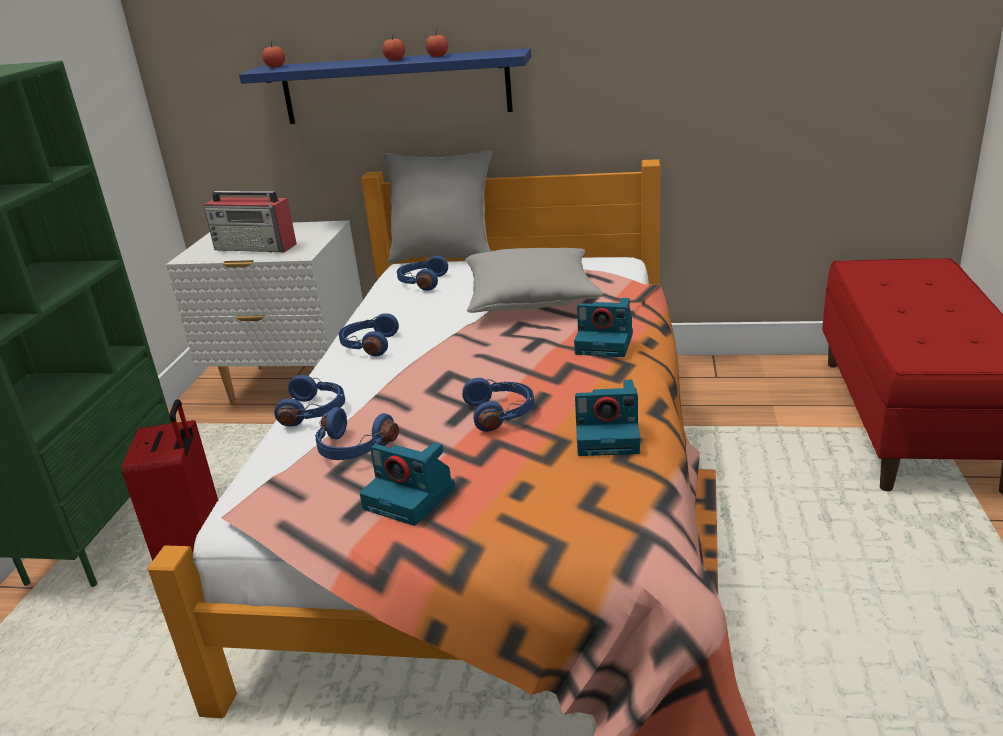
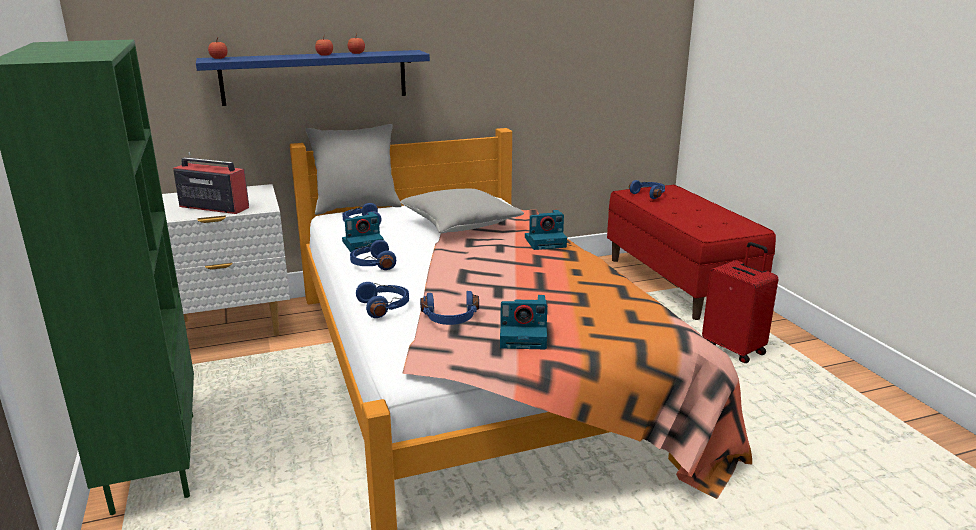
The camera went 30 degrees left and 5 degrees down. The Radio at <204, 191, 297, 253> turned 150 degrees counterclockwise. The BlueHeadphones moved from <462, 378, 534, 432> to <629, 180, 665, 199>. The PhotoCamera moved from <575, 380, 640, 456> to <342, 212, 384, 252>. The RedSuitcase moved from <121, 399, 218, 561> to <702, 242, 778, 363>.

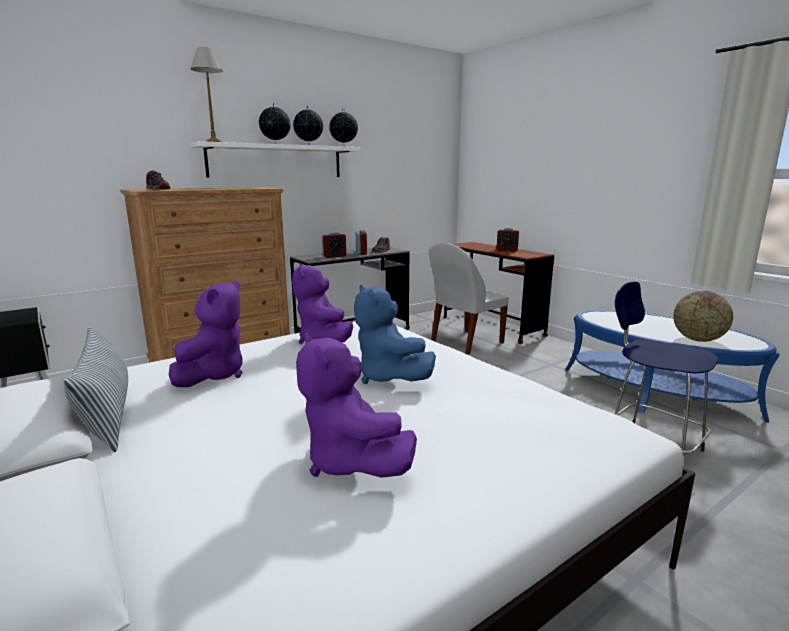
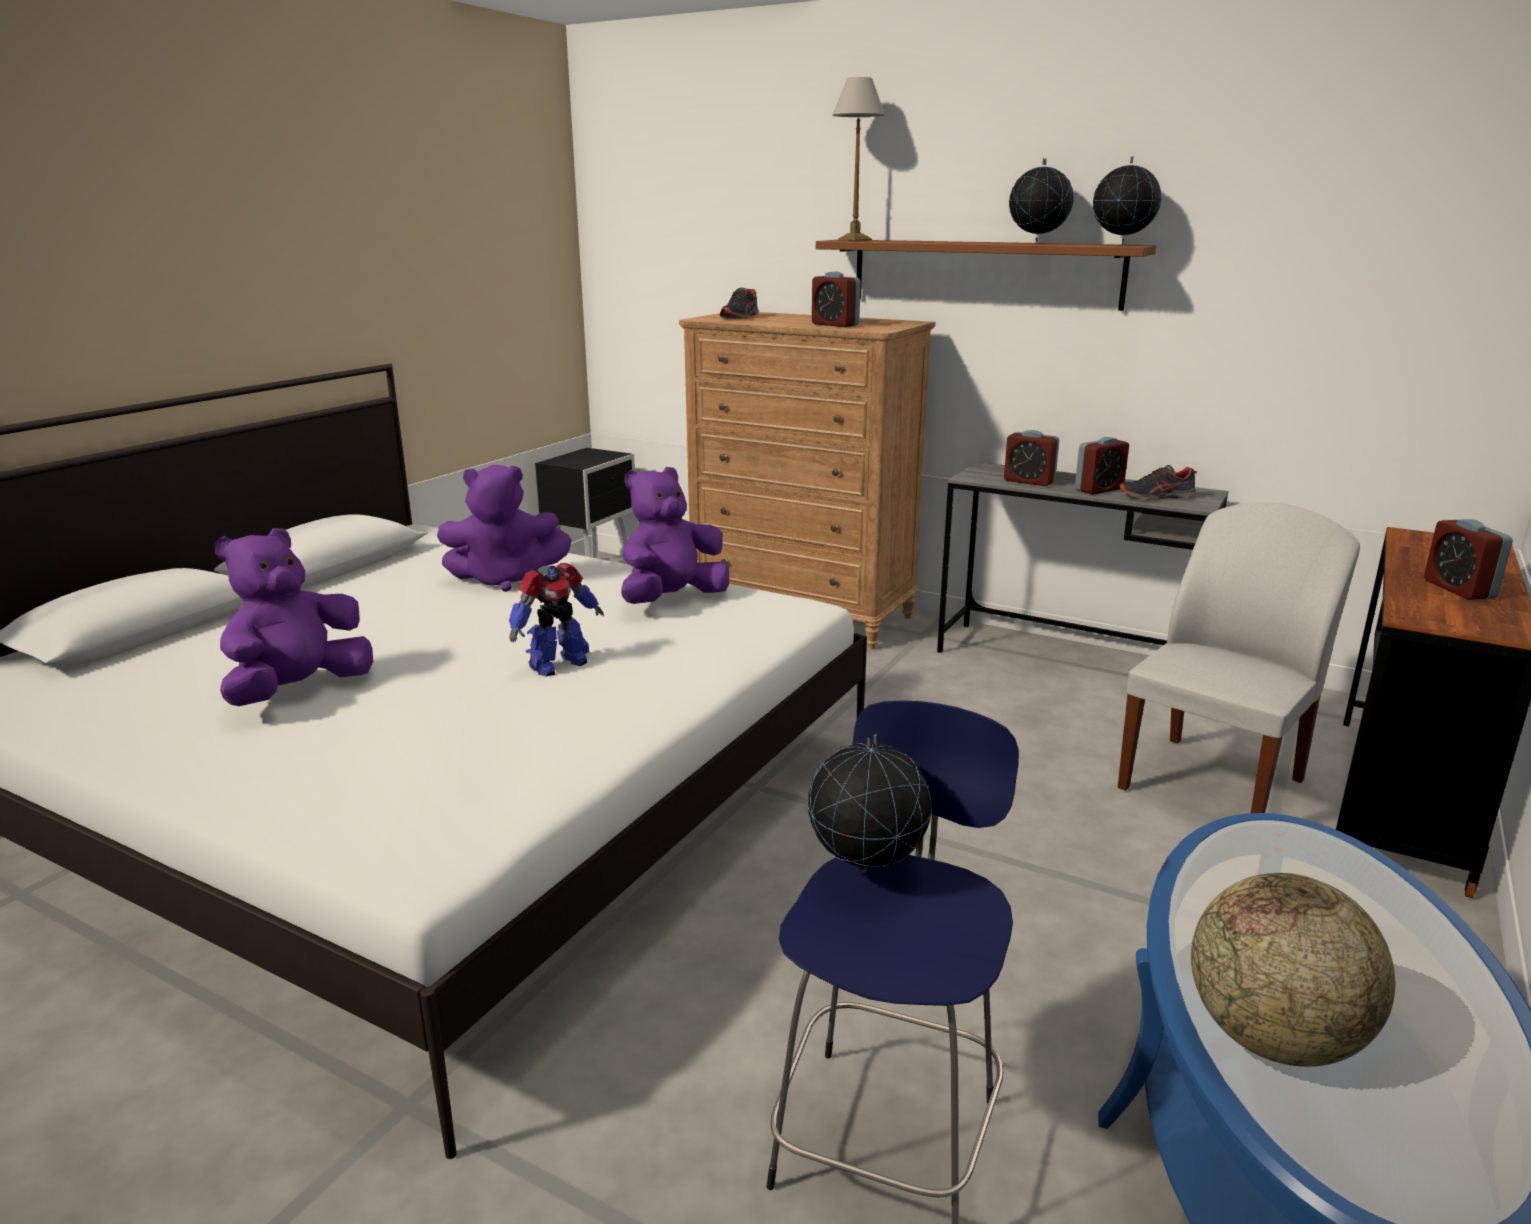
The camera went 65 degrees right and 5 degrees up. The Globe moved from <259, 103, 290, 144> to <808, 734, 932, 873>. The WhiteShelf at <190, 141, 361, 178> became the BrownShelf at <816, 240, 1156, 311>. The WhiteChair at <428, 243, 509, 355> turned 105 degrees clockwise. The BluePlushToy at <354, 285, 436, 384> was replaced by the ToyRobot at <509, 563, 604, 677>. The Pillow at <63, 325, 128, 452> disappeared. The AlarmClock at <812, 271, 861, 327> appeared.

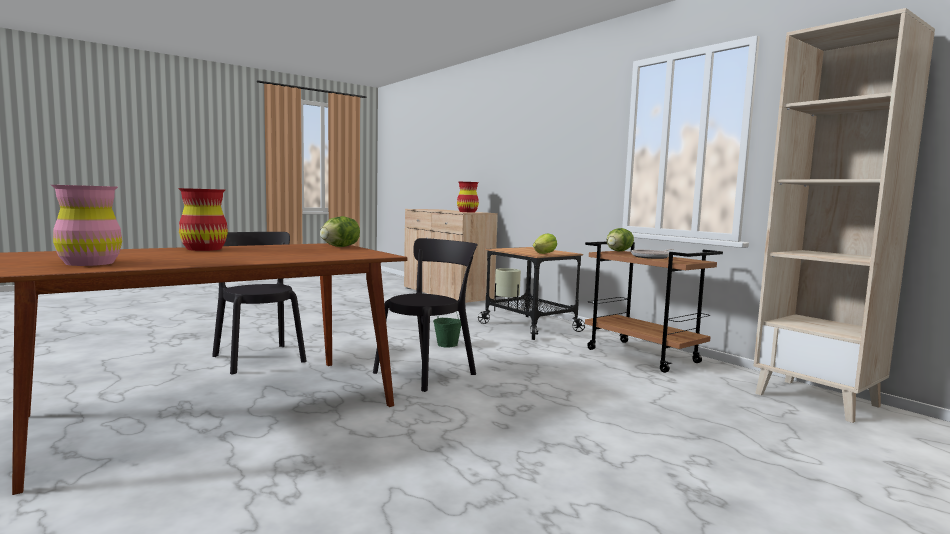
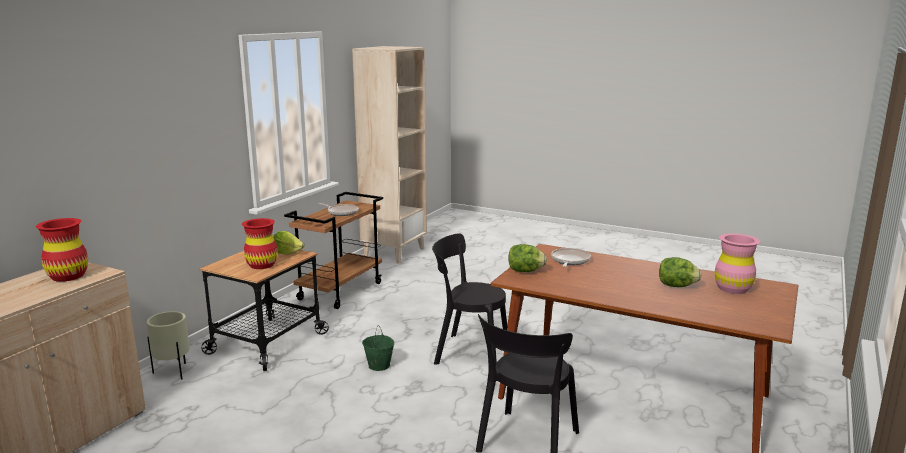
The camera went 115 degrees left and 10 degrees up. The RedVase moved from <178, 188, 228, 251> to <242, 218, 278, 269>. The Lettuce moved from <607, 228, 634, 252> to <659, 257, 702, 287>. The FryingPan at <551, 248, 591, 267> appeared.

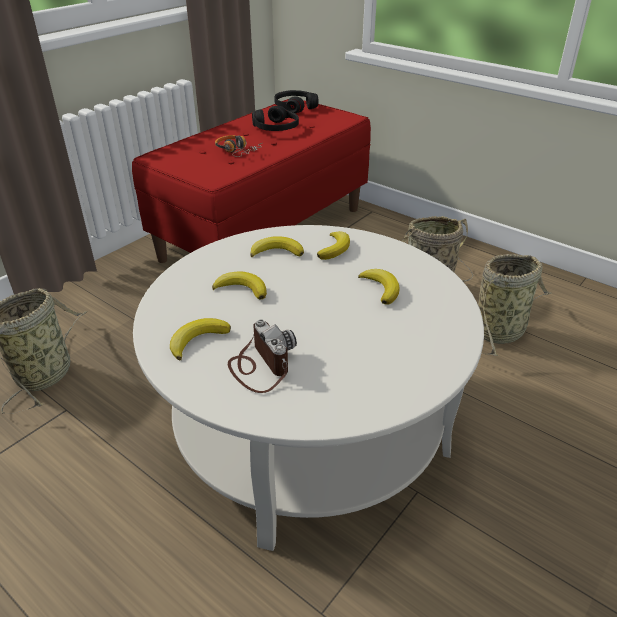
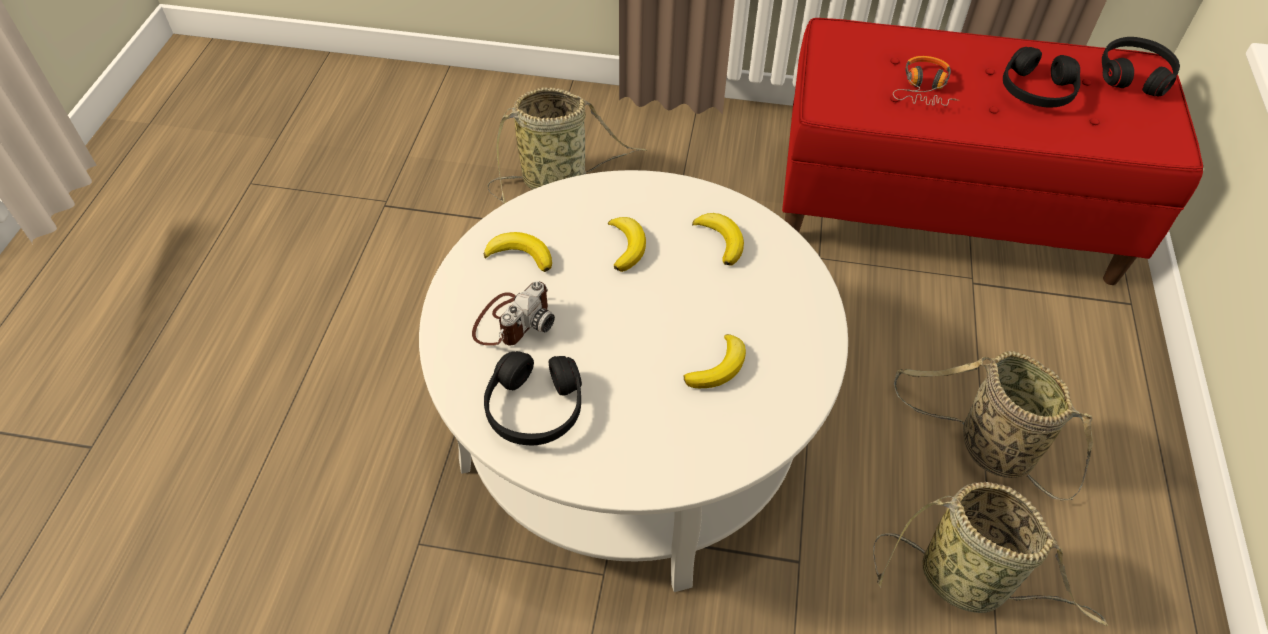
The camera went 60 degrees right and 15 degrees up. The Banana at <317, 231, 350, 260> disappeared. The BlackHeadphones at <484, 351, 582, 445> appeared.

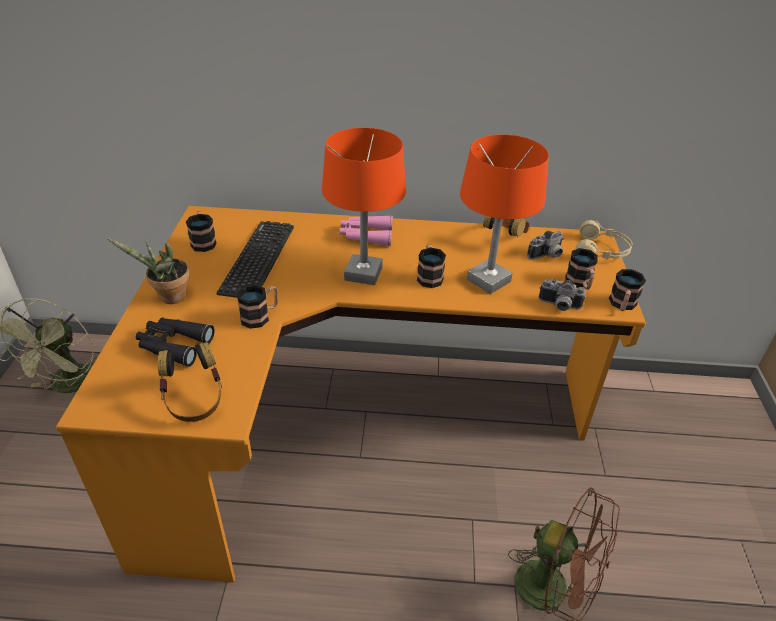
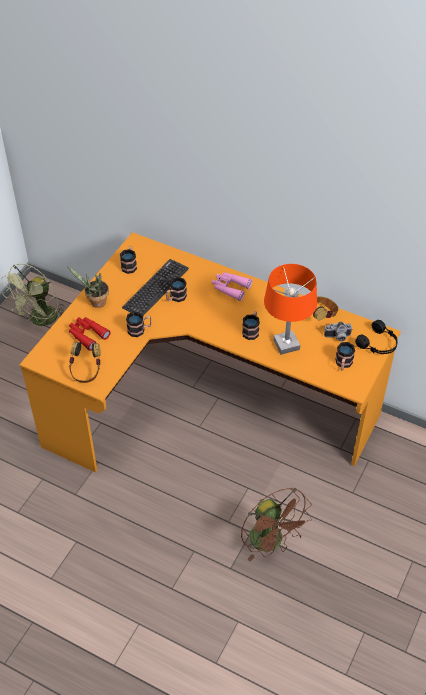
The camera went 25 degrees right and 10 degrees up. The OrangeTableLamp at <322, 127, 406, 285> disappeared. The BeigeHeadphones at <576, 220, 633, 260> became the BlackHeadphones at <355, 320, 398, 354>. The Mug moved from <609, 269, 646, 311> to <166, 277, 187, 302>. The PhotoCamera at <539, 279, 586, 311> disappeared. The BlackBinoculars at <136, 317, 215, 367> became the RedBinoculars at <69, 317, 111, 351>.

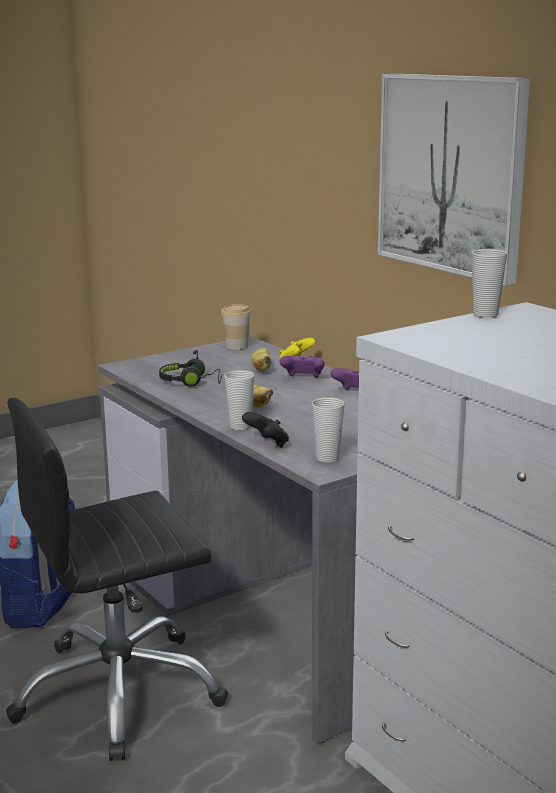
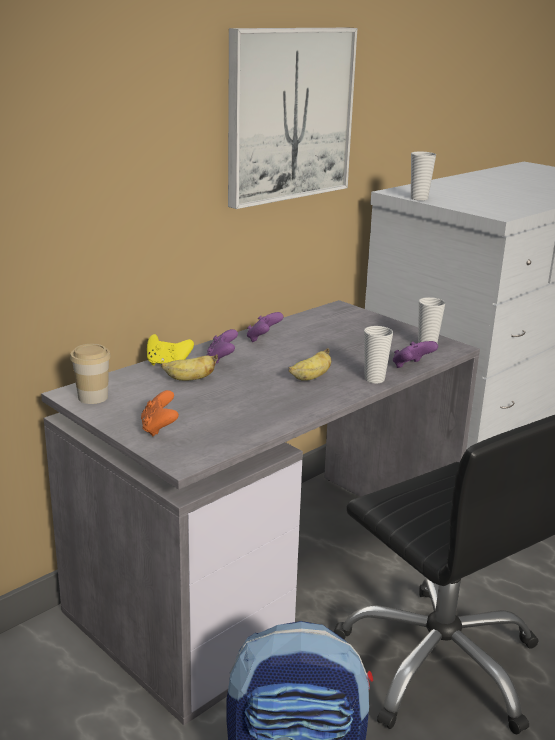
The camera went 100 degrees left and 5 degrees up. The BlackHeadphones at <159, 350, 222, 387> disappeared. The BlackGameController at <242, 412, 289, 448> became the PurpleGameController at <393, 341, 438, 368>. The OrangeGameController at <141, 390, 179, 437> appeared.

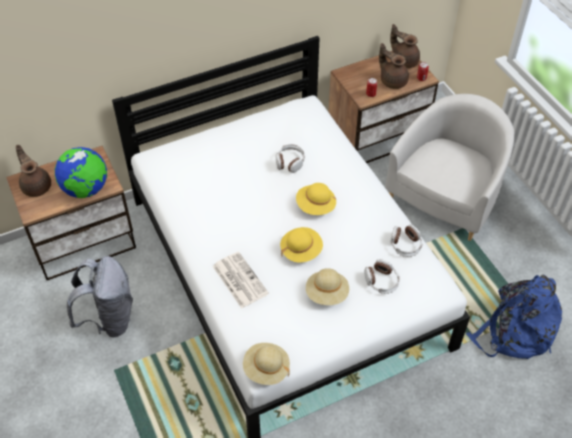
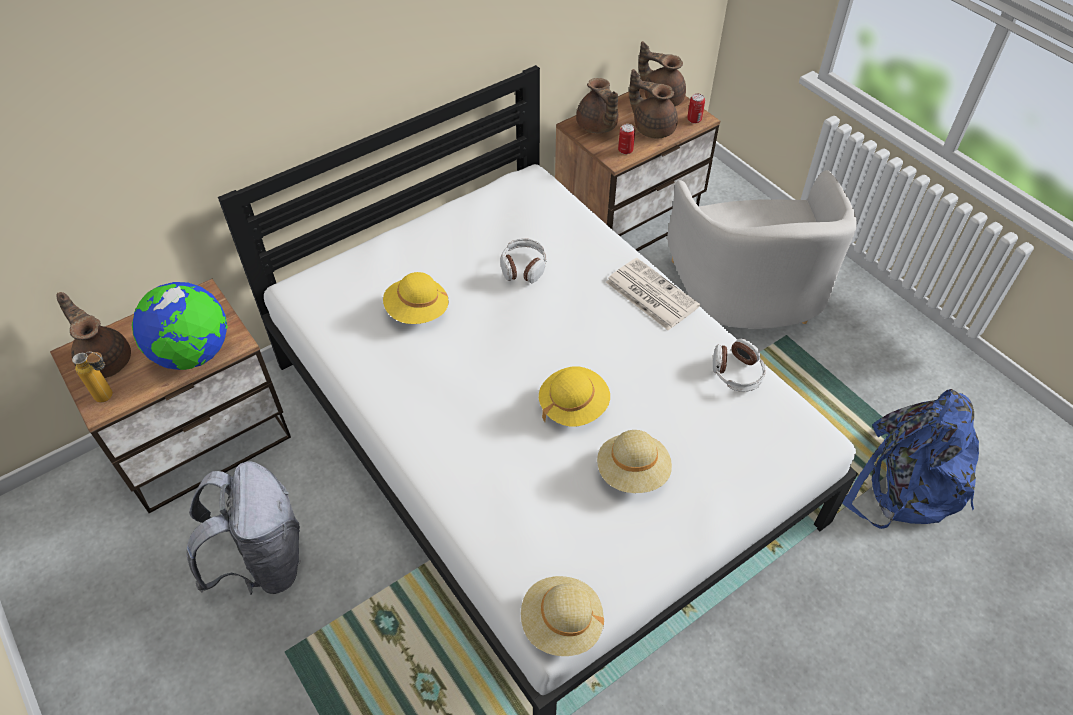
The camera went 10 degrees left and 0 degrees up. The WhiteArmchair at <385, 94, 514, 241> turned 150 degrees clockwise. The YellowHat moved from <296, 183, 336, 215> to <383, 272, 449, 324>. The Newspaper moved from <213, 252, 269, 309> to <606, 258, 700, 330>. The Headphones at <364, 259, 400, 294> disappeared. The BrownTeapot at <576, 78, 618, 133> appeared. The Bottle at <72, 352, 113, 402> appeared.

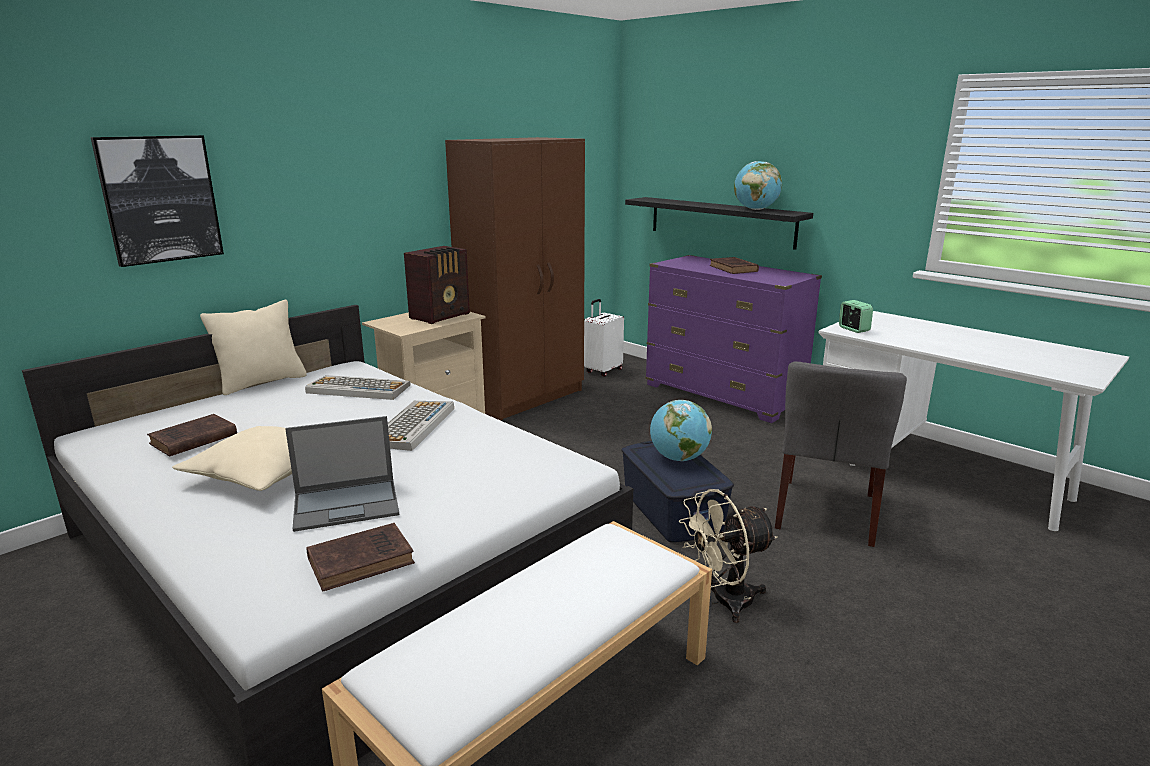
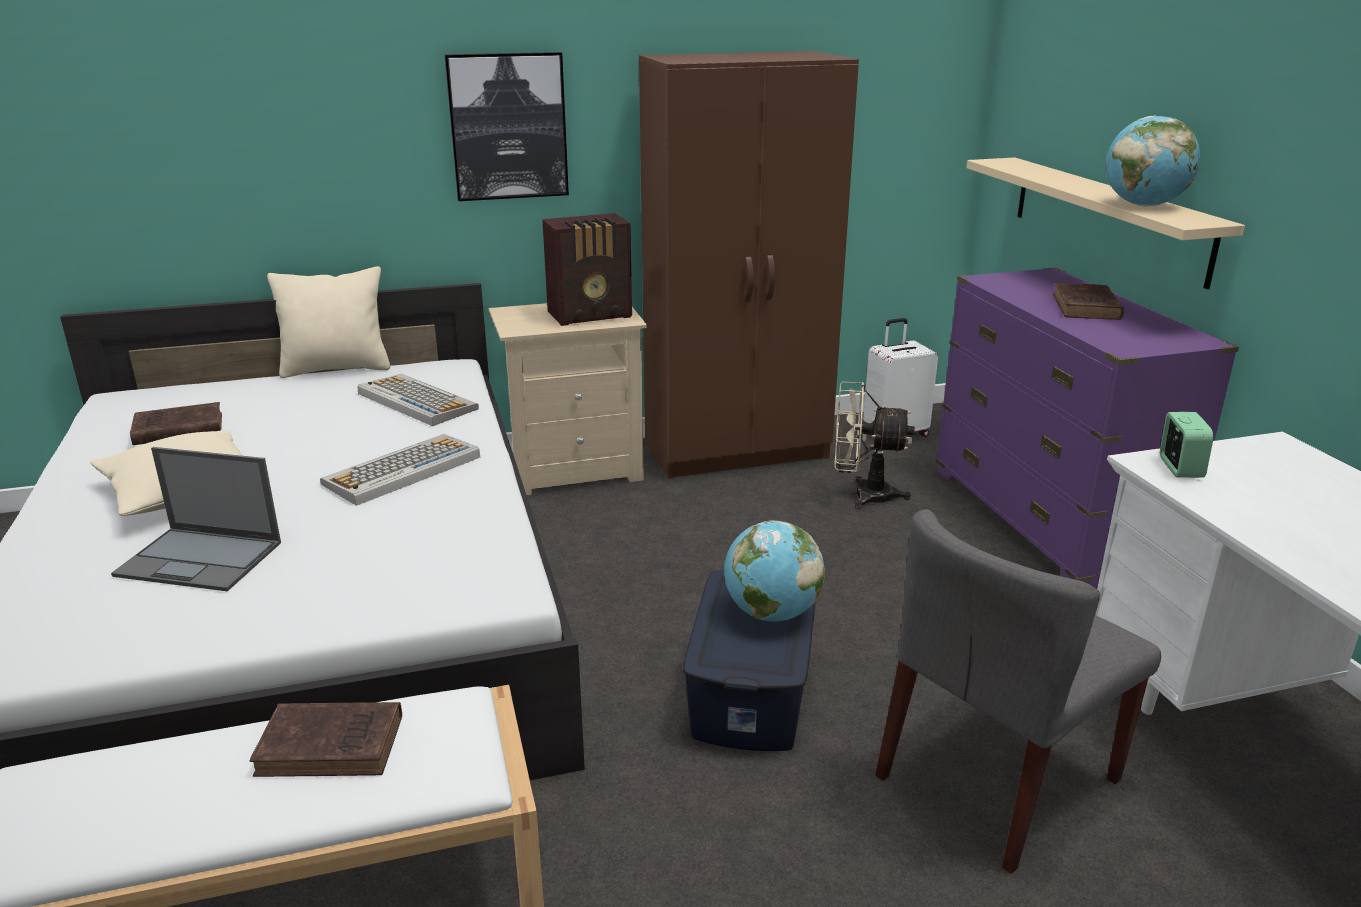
The camera went 30 degrees right and 5 degrees up. The Picture moved from <90, 135, 224, 267> to <444, 52, 569, 201>. The BlackShelf at <625, 197, 813, 250> became the BeigeShelf at <967, 157, 1245, 289>. The BeigeFan moved from <679, 489, 777, 623> to <834, 382, 915, 510>. The BrownBook moved from <306, 523, 415, 592> to <250, 702, 402, 777>.

